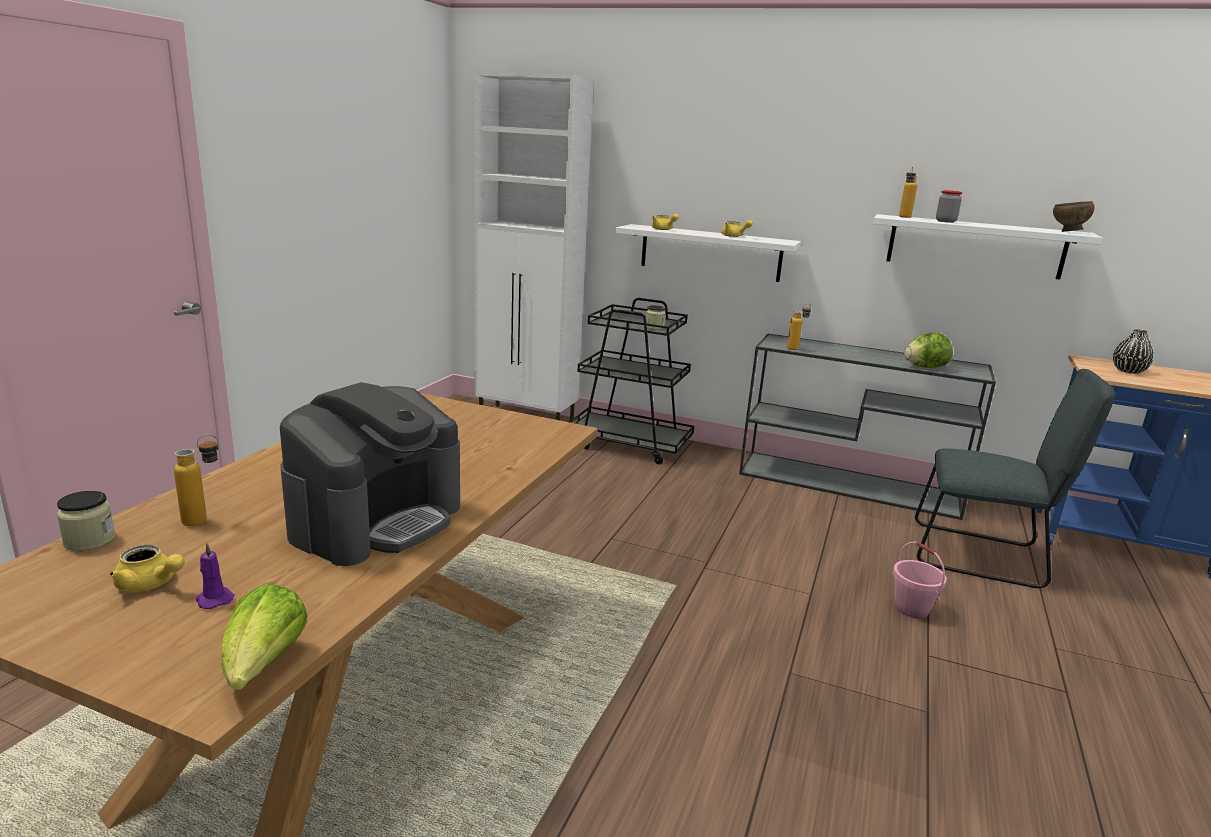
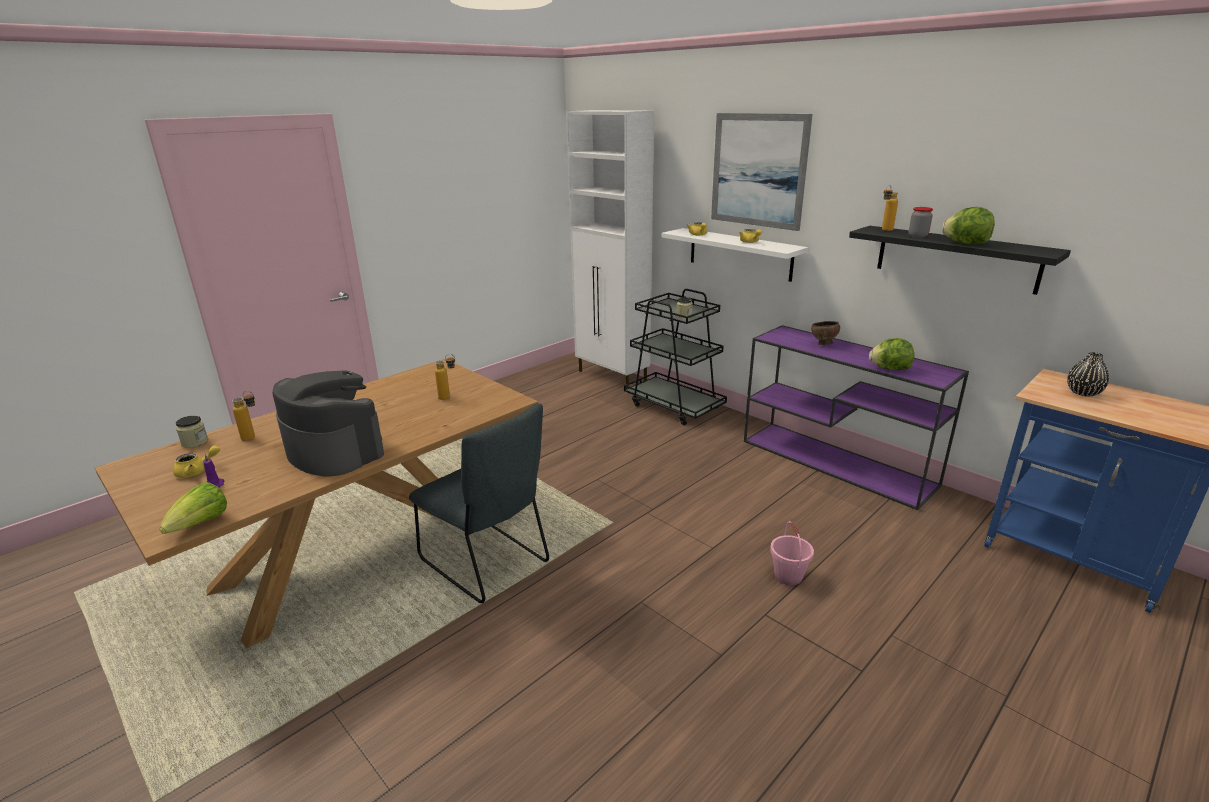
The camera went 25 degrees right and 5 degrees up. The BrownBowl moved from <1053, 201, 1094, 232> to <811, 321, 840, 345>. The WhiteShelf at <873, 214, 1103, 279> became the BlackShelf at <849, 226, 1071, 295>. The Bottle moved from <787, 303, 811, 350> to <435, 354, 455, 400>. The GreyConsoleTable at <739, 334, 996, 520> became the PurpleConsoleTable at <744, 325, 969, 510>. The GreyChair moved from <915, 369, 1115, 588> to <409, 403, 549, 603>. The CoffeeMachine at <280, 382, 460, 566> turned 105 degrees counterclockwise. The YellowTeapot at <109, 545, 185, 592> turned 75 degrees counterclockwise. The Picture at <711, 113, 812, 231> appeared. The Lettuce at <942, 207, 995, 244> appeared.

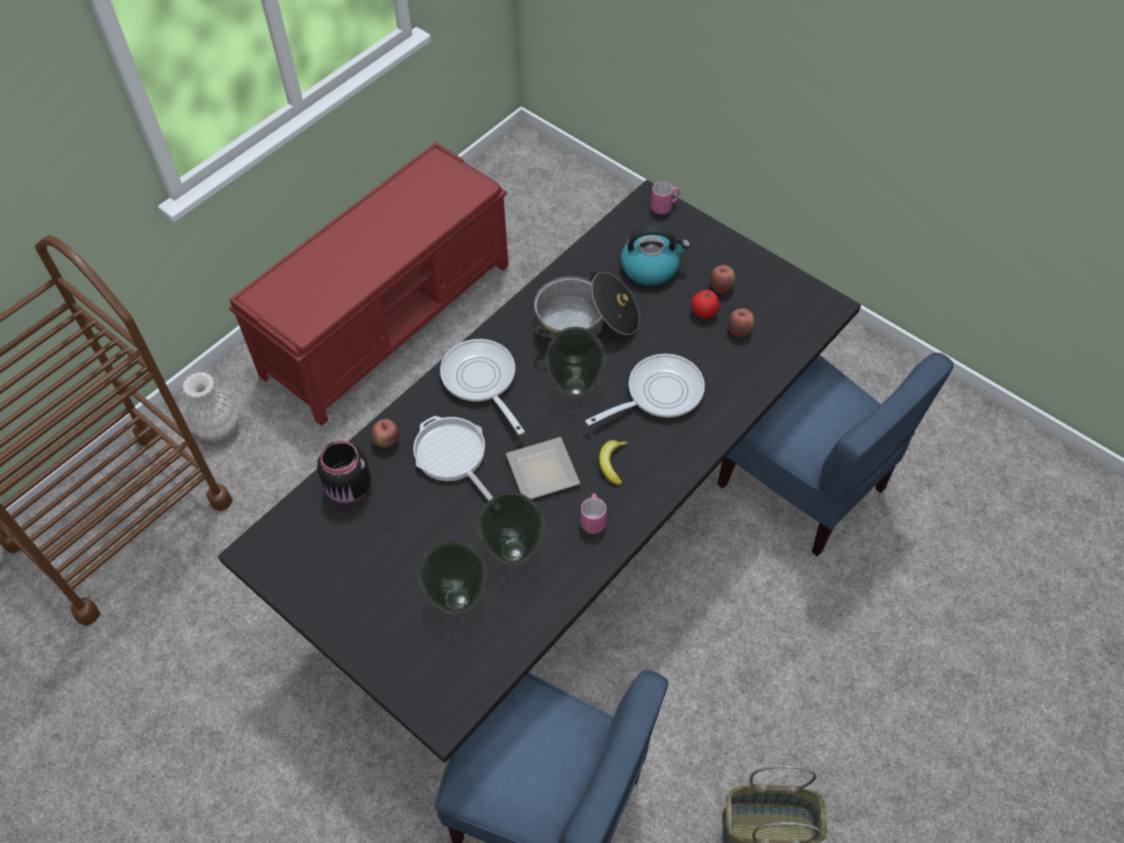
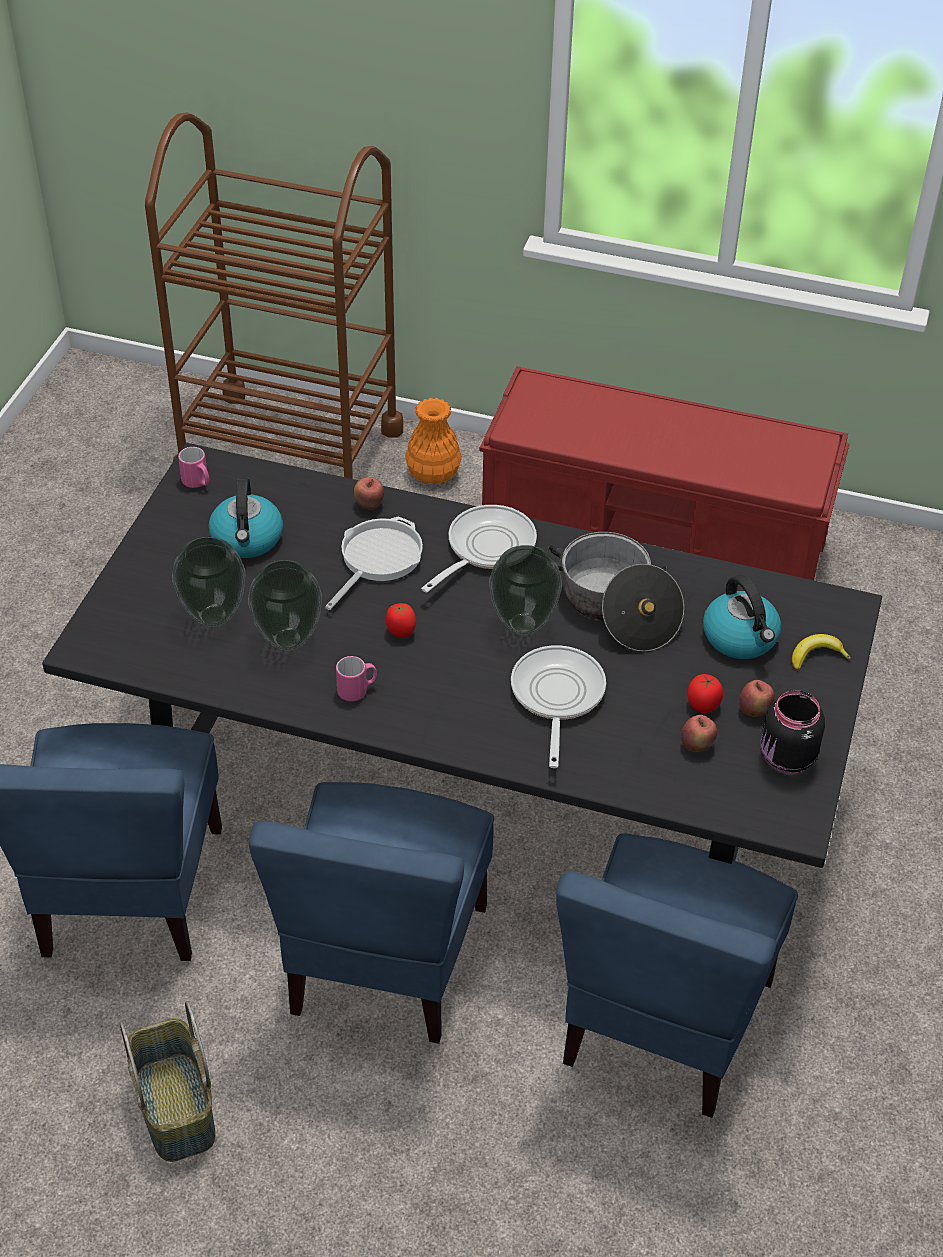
The camera went 65 degrees right and 10 degrees down. The PinkMug moved from <651, 181, 680, 214> to <178, 447, 209, 488>. The FryingPan at <585, 354, 705, 426> turned 120 degrees counterclockwise. The WhiteVase at <182, 372, 239, 442> became the OrangeVase at <405, 398, 462, 484>. The Plate at <506, 437, 580, 499> was replaced by the Tomato at <386, 603, 416, 638>. The BlackJar moved from <317, 440, 371, 504> to <760, 690, 825, 773>. The Banana moved from <599, 440, 628, 485> to <792, 634, 851, 670>. The Kettle at <209, 477, 283, 558> appeared. The BlueChair at <248, 782, 494, 1044> appeared.

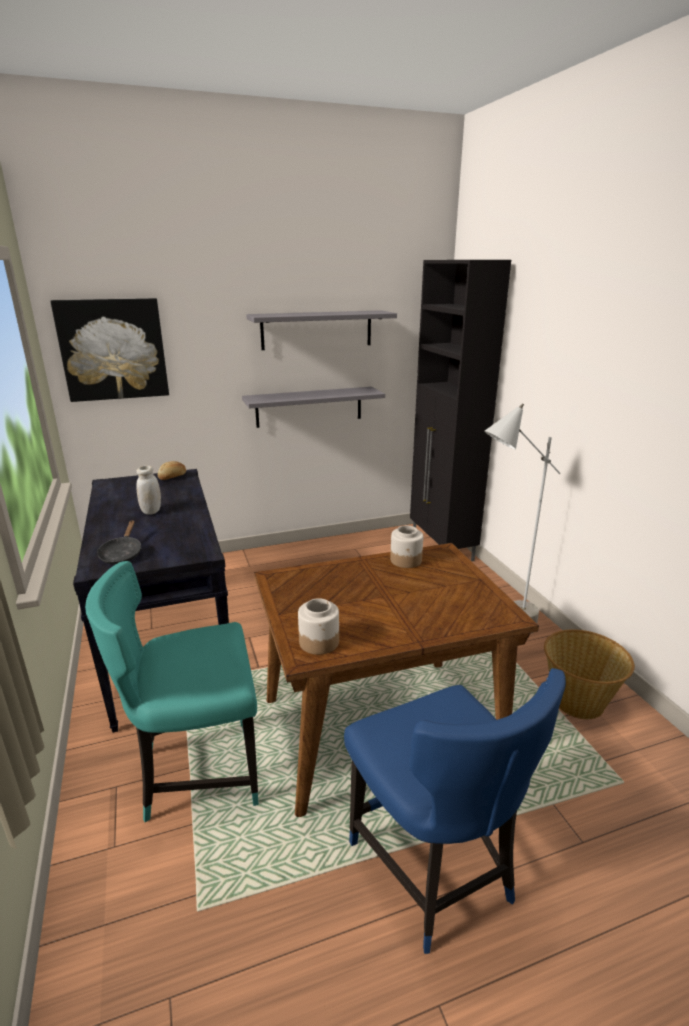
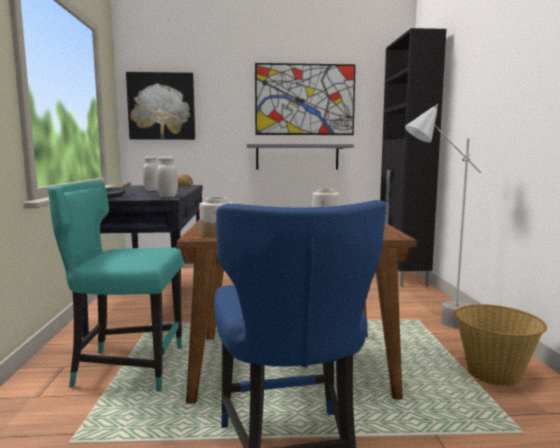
The camera went 15 degrees right and 15 degrees down. The GreyShelf at <246, 310, 397, 350> was replaced by the Picture at <255, 63, 356, 135>. The WhiteJar at <156, 156, 178, 197> appeared.

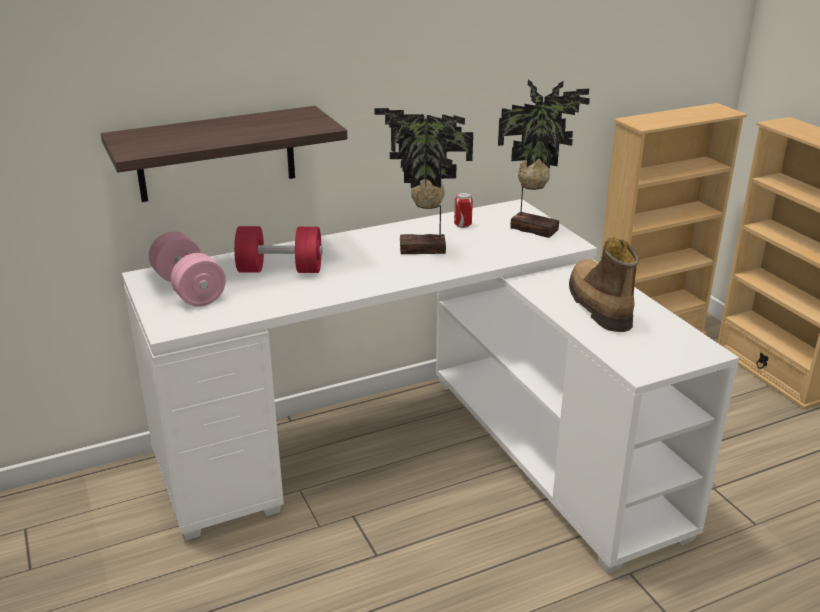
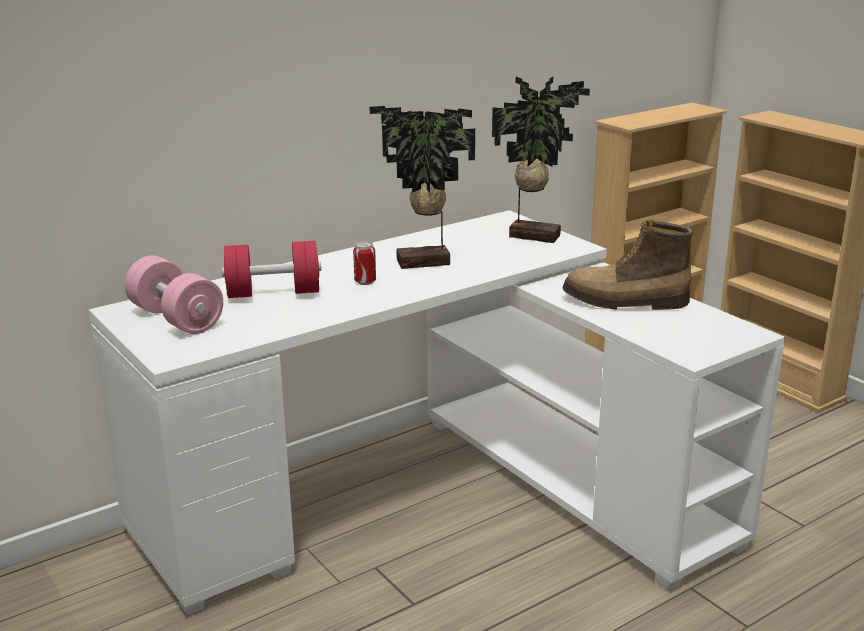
The camera went 10 degrees left and 5 degrees down. The Shelf at <101, 106, 347, 202> disappeared. The Can moved from <454, 192, 473, 228> to <353, 241, 376, 285>. The Boot at <569, 238, 639, 332> turned 60 degrees counterclockwise.

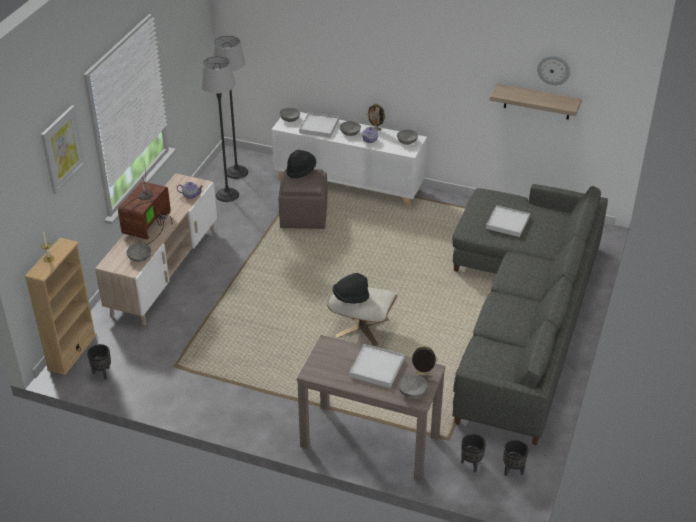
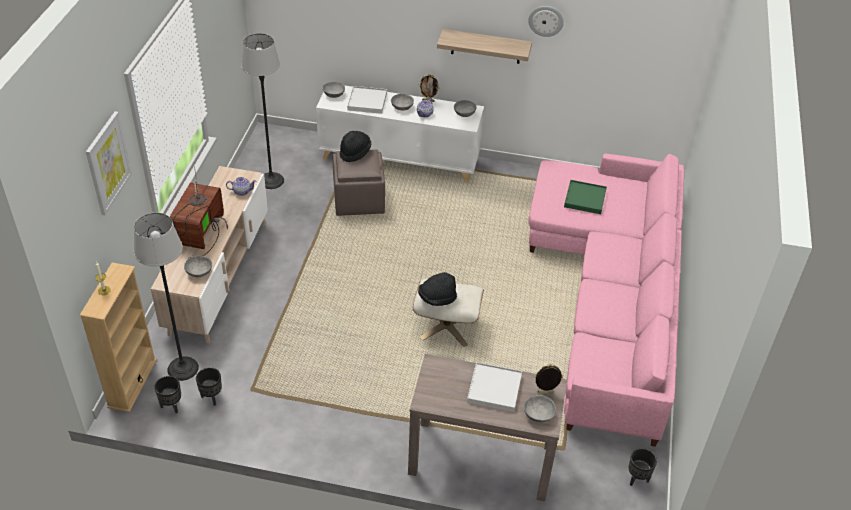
The camera went 10 degrees left and 5 degrees up. The FloorLamp moved from <212, 36, 248, 179> to <134, 213, 199, 381>. The WallClock moved from <537, 56, 570, 85> to <528, 6, 564, 37>. The Shelf moved from <490, 84, 582, 120> to <437, 29, 532, 64>. The GreySofa at <452, 184, 608, 445> became the PinkSofa at <529, 154, 684, 447>. The WhiteTray at <486, 205, 530, 237> became the GreenTray at <564, 180, 607, 214>. The BlackPlanter moved from <461, 434, 486, 473> to <196, 367, 222, 406>.

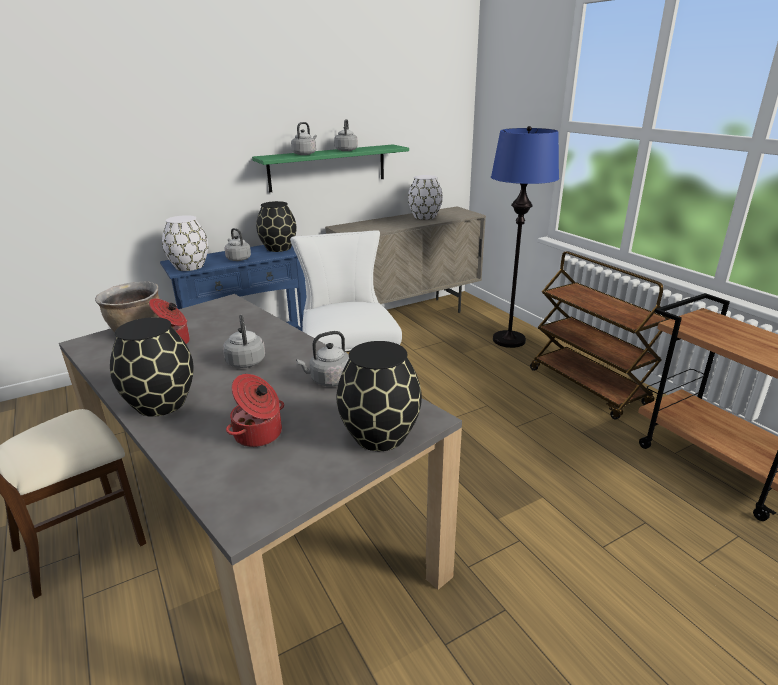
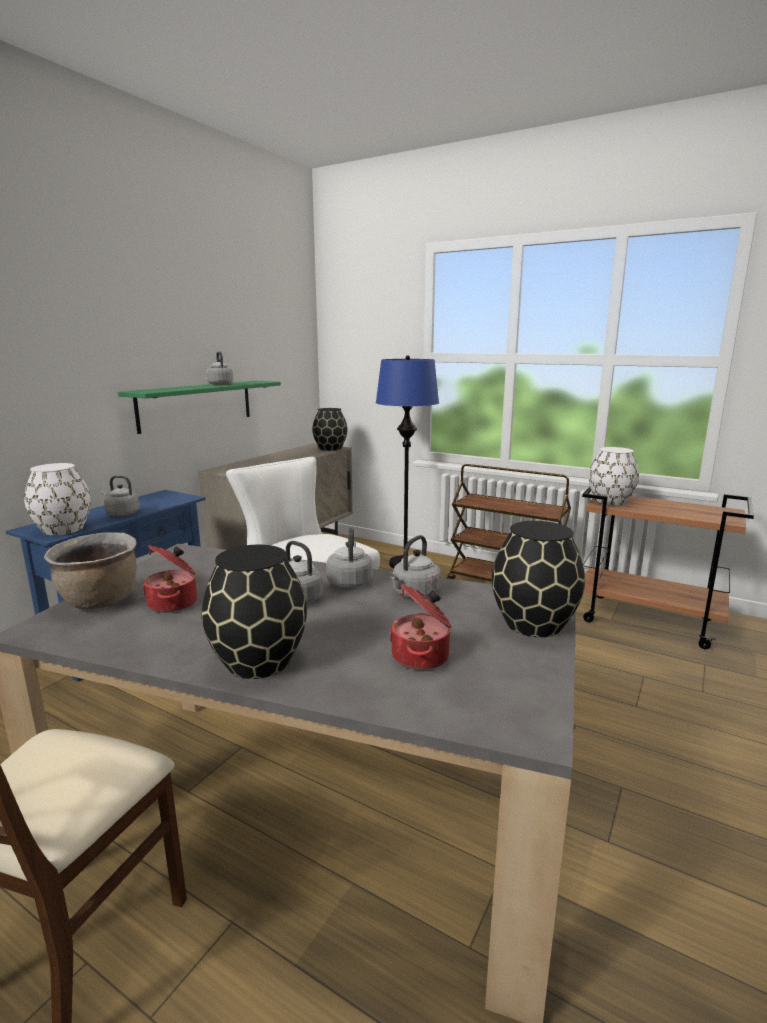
The camera went 30 degrees left and 10 degrees down. The GreyKettle moved from <291, 122, 317, 155> to <326, 527, 372, 588>. The WhiteVase moved from <408, 175, 443, 220> to <589, 447, 639, 505>. The BlackVase moved from <256, 201, 297, 252> to <312, 408, 347, 451>.

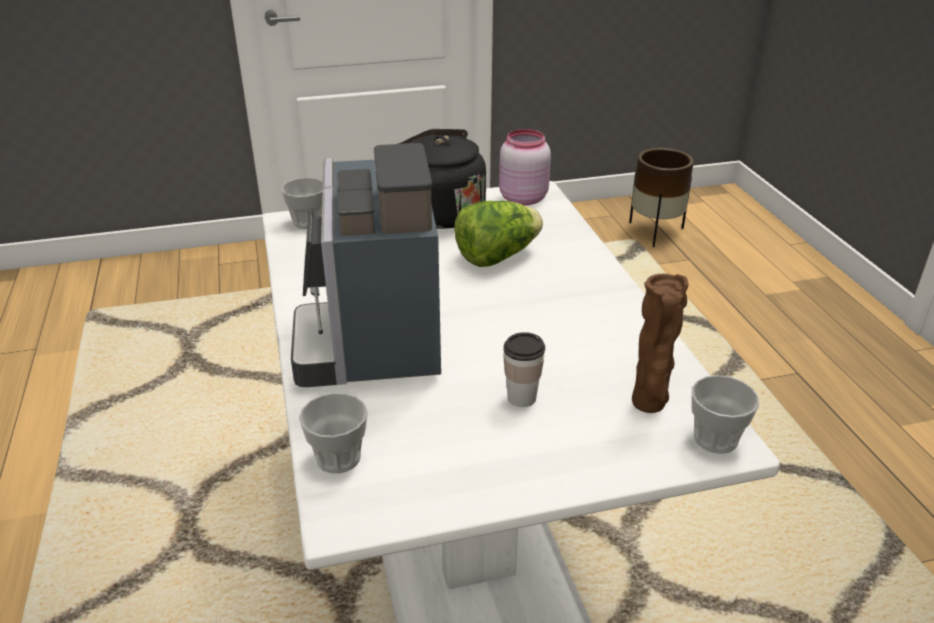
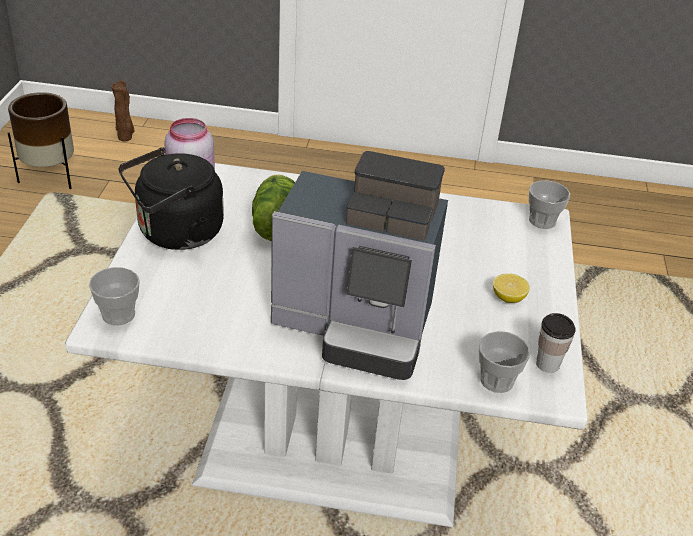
The camera went 70 degrees left and 5 degrees up. The BrownVase moved from <632, 274, 688, 413> to <111, 81, 134, 141>. The Cup moved from <503, 332, 545, 407> to <536, 313, 576, 373>. The Lemon at <493, 274, 530, 303> appeared.

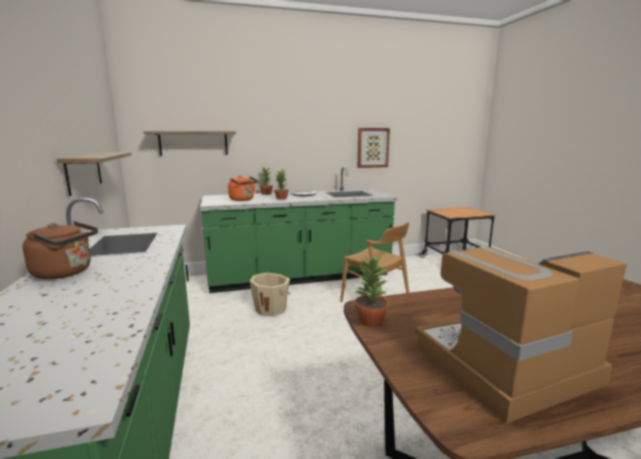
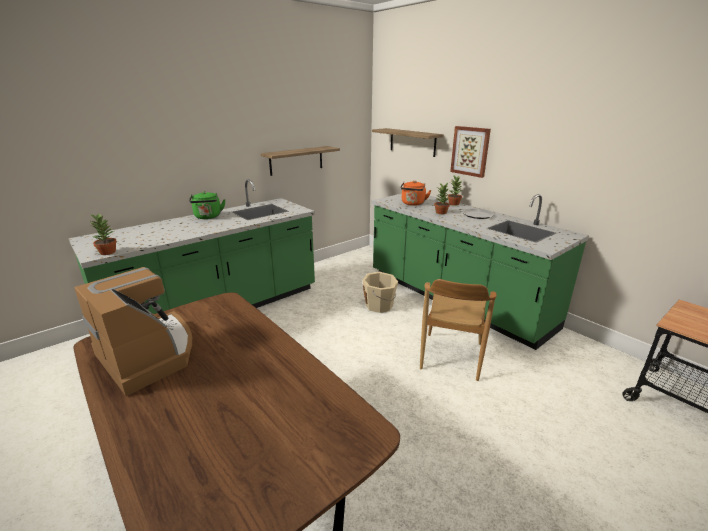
The camera went 65 degrees right and 10 degrees up. The Picture moved from <357, 128, 390, 168> to <450, 126, 491, 178>. The BrownKettle at <23, 221, 98, 279> became the GreenKettle at <189, 191, 226, 219>. The PottedPlant moved from <354, 255, 389, 327> to <91, 214, 117, 255>.

